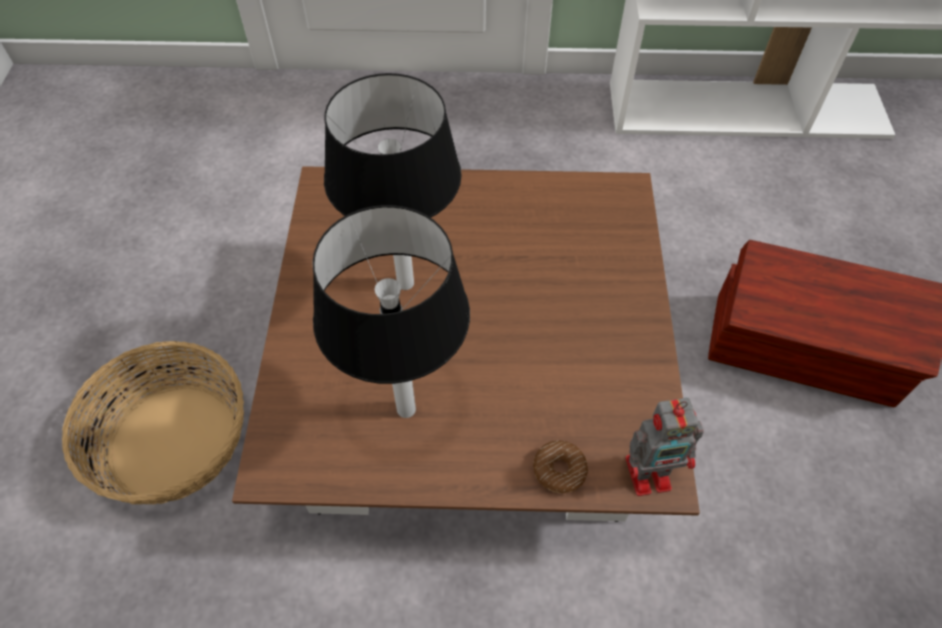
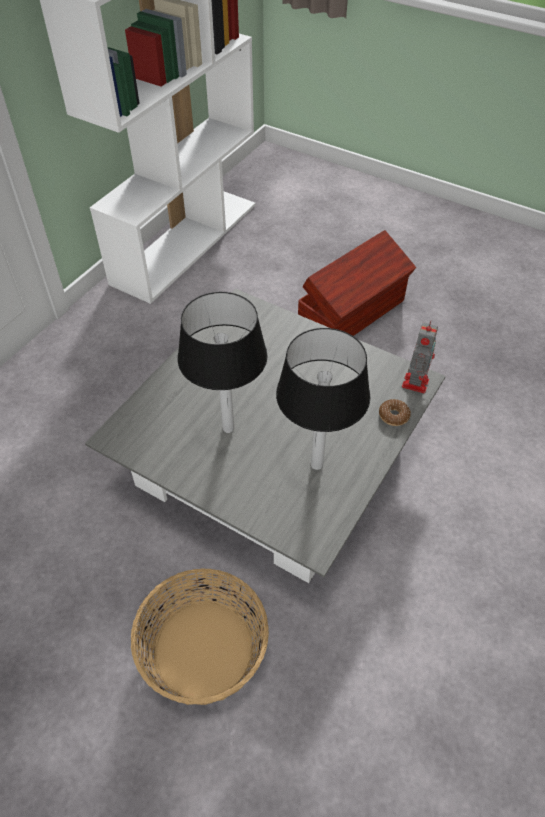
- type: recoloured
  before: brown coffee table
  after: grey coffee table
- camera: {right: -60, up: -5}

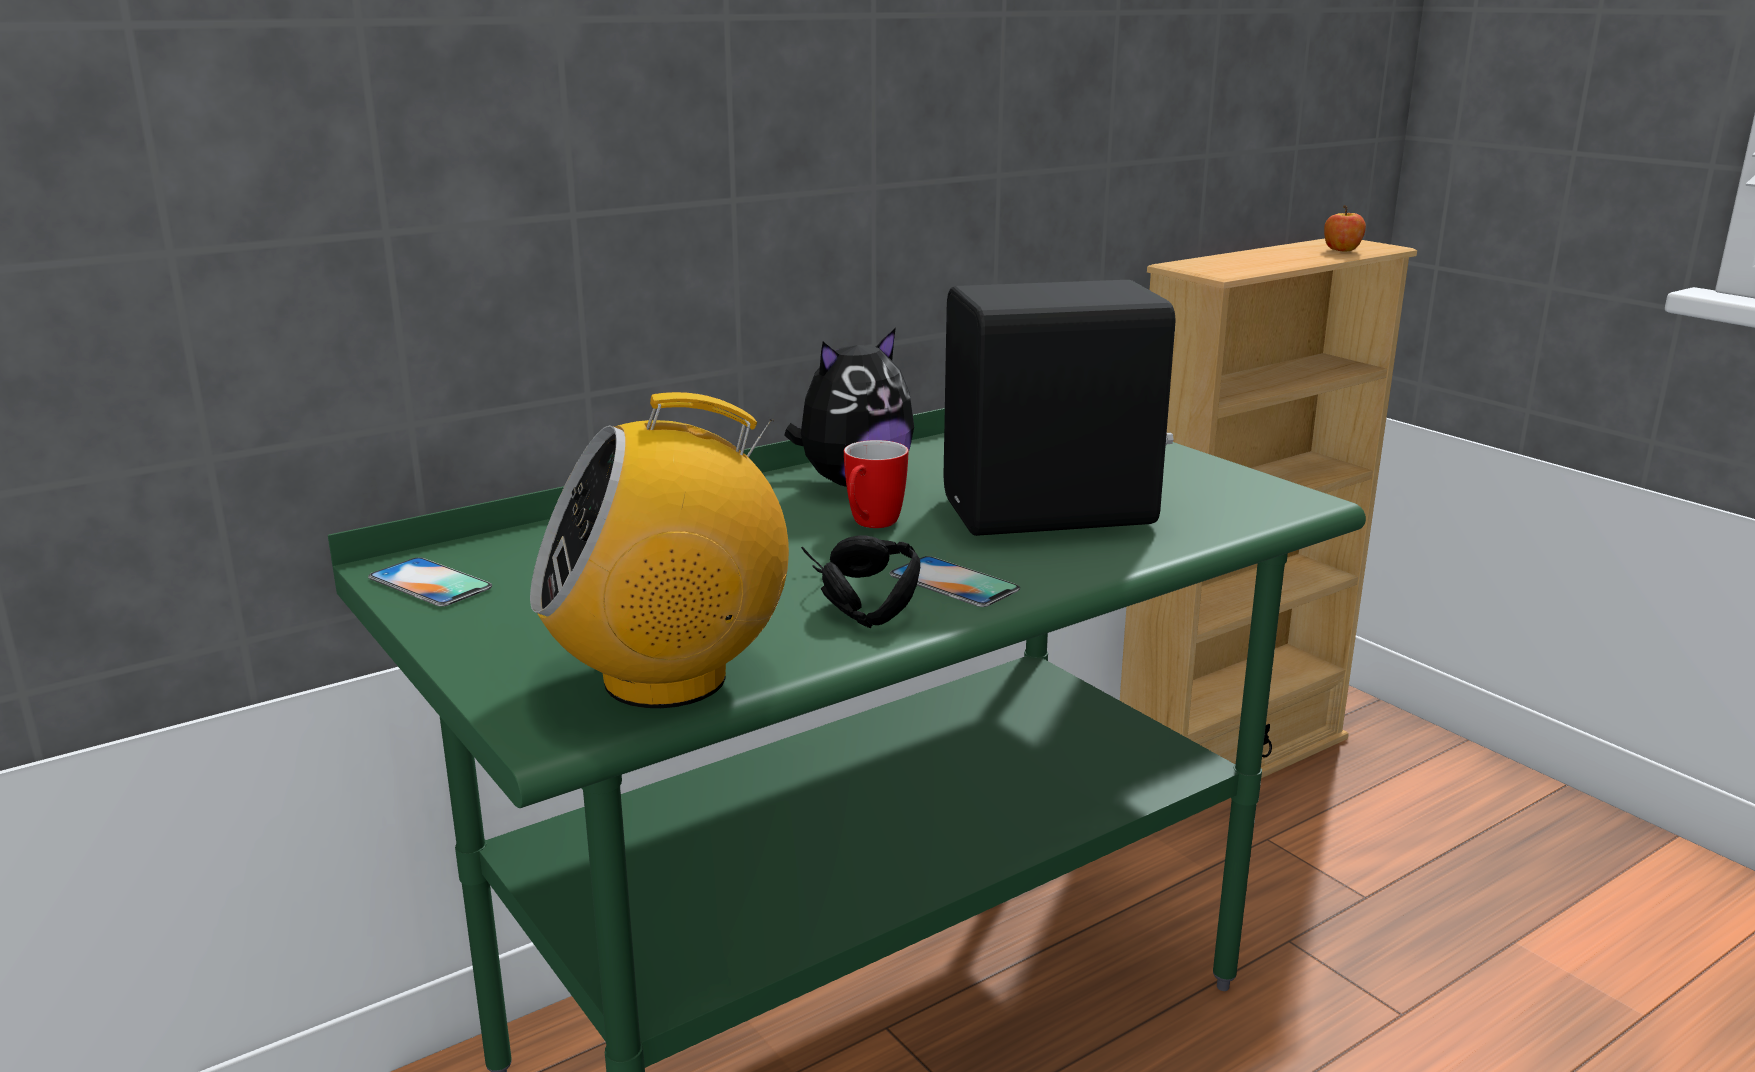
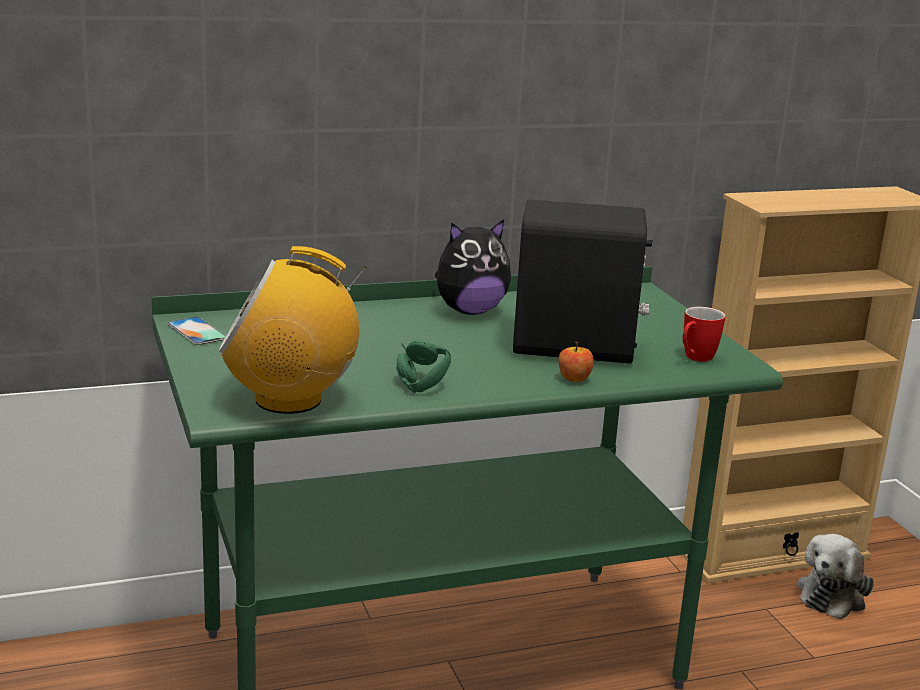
- type: recoloured
  before: black-coloured pair of headphones
  after: greenish pair of headphones
- type: moved
  before: apple
- type: moved
  before: tea mug
- type: added
  after: soft toy (2nd from left)
- type: removed
  before: handset (2nd from left)
- camera: {right: 15, up: 0}

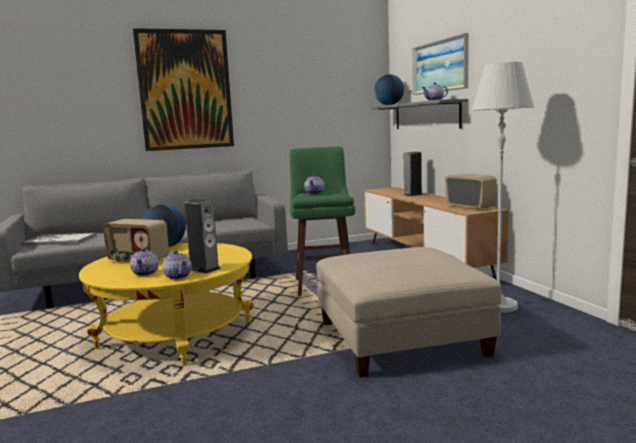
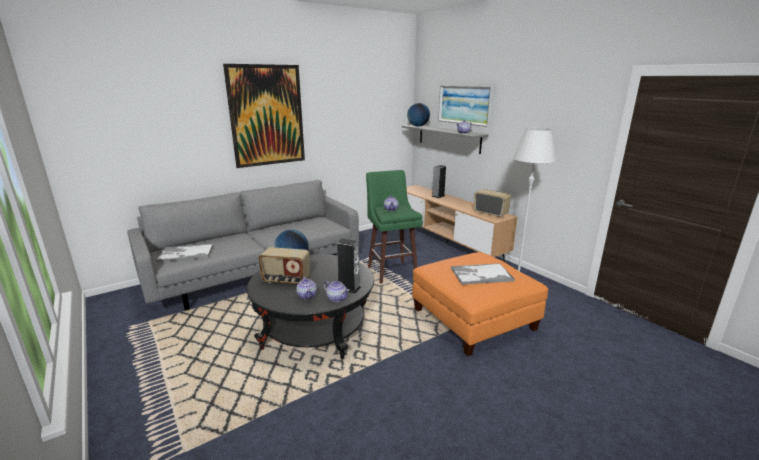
- type: recoloured
  before: yellow coffee table
  after: black-coloured coffee table
- type: recoloured
  before: beige-coloured footrest
  after: orange footrest
- type: added
  after: tray (2nd from left)
- camera: {right: -15, up: 10}

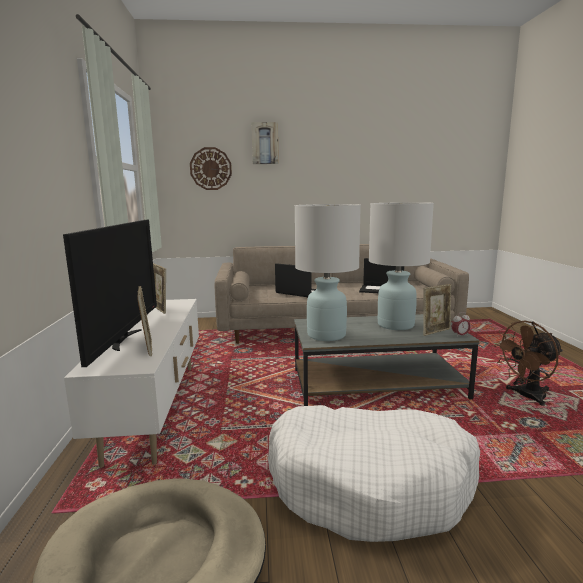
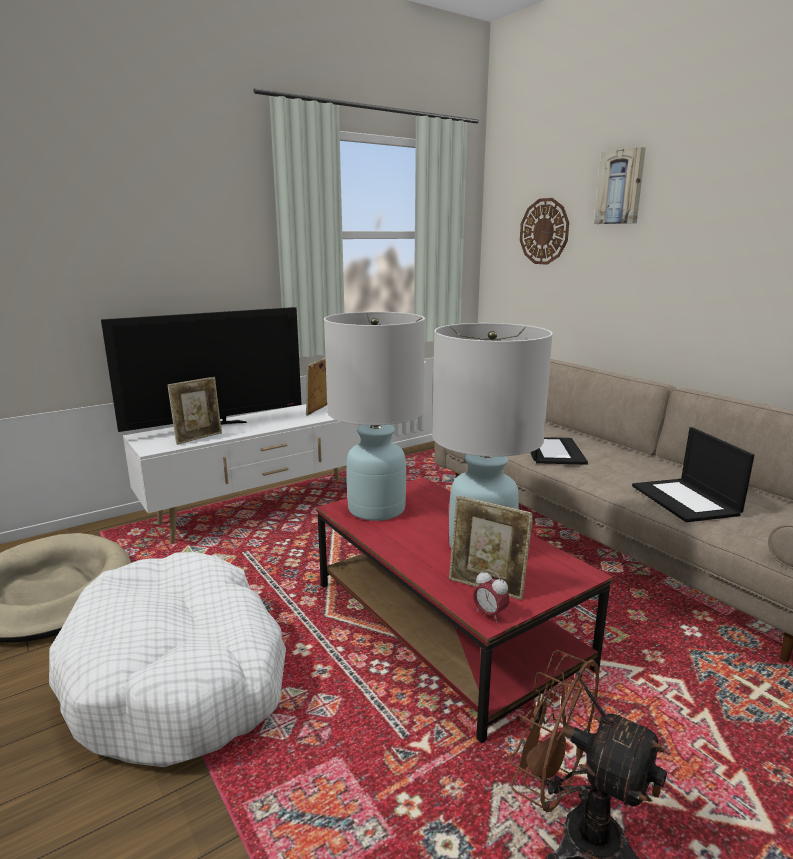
- type: recoloured
  before: grey coffee table
  after: red-coloured coffee table
- camera: {right: 60, up: 5}

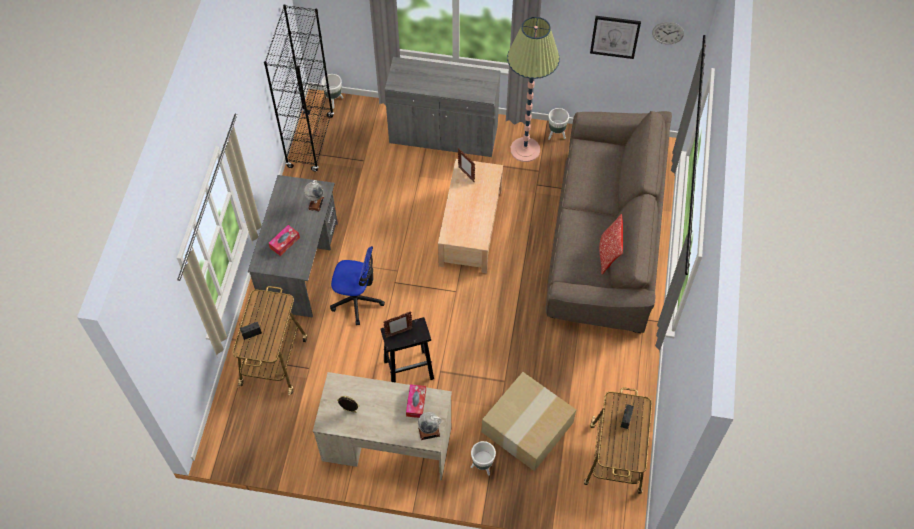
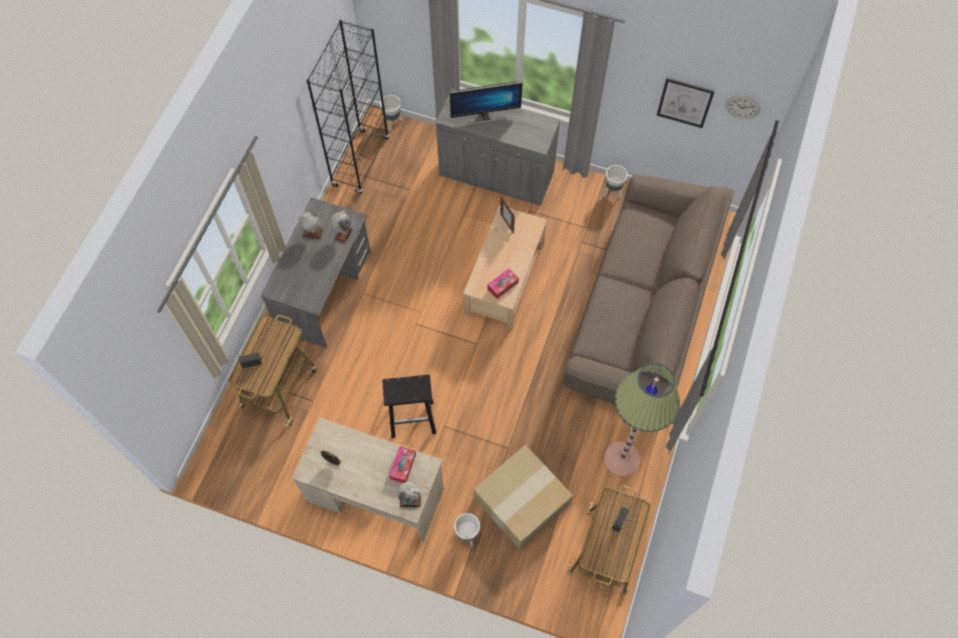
- type: added
  after: globe (1st from left)
- type: added
  after: computer screen
- type: moved
  before: box of tissues (1st from left in the first image)
  after: box of tissues (2nd from left)
- type: moved
  before: standard lamp
- type: removed
  before: office chair
- type: removed
  before: standing frame (2nd from left)
- type: removed
  before: cushion
- camera: {right: 10, up: 5}

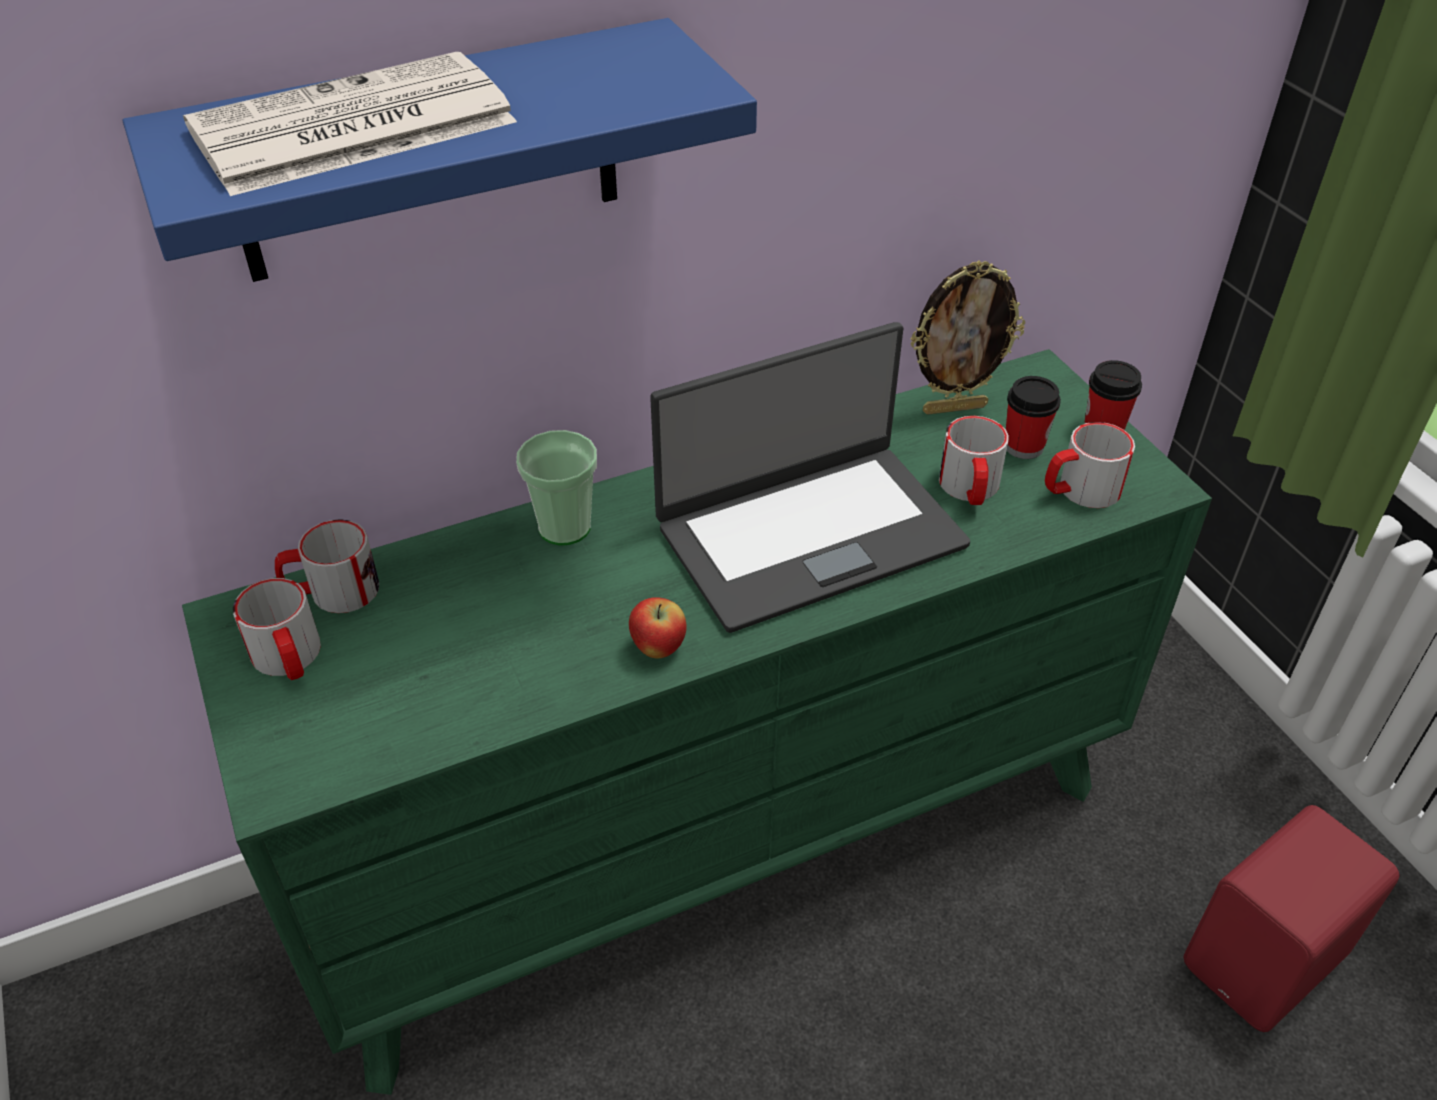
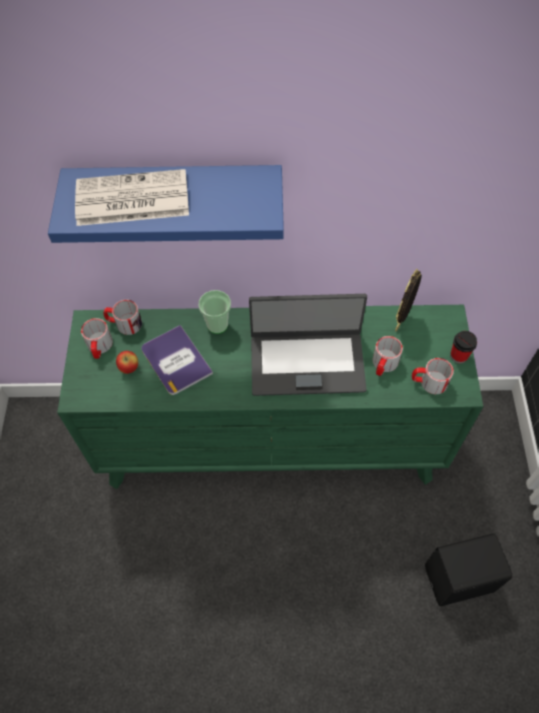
- type: moved
  before: apple
- type: added
  after: volume
- type: turned
  before: standing frame
  turn: 105
- type: recoloured
  before: red-coloured audio speaker
  after: black-coloured audio speaker
- type: removed
  before: small cup (2nd from left)
- camera: {right: 25, up: 15}

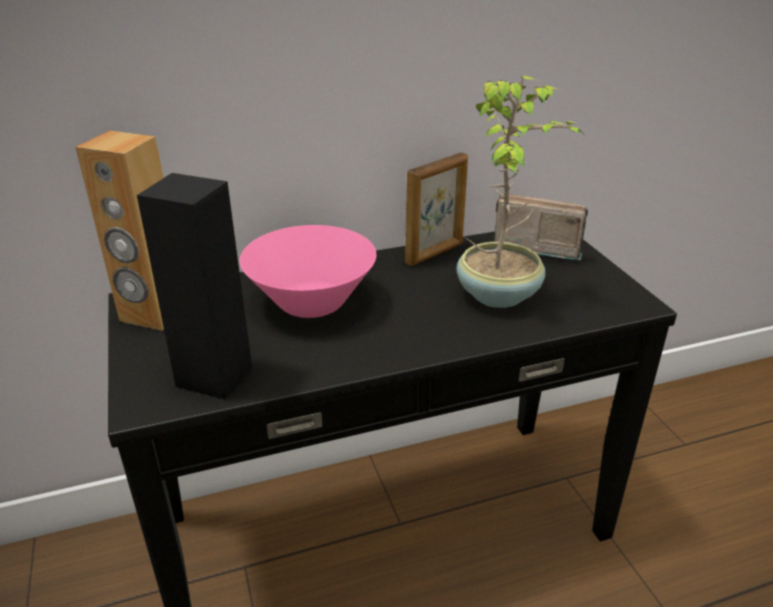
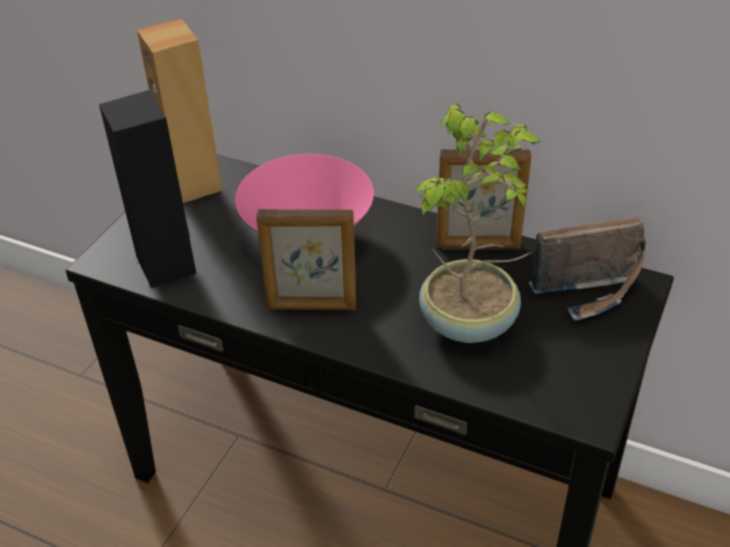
- type: added
  after: standing frame (1st from left)
- type: turned
  before: radio
  turn: 105
- camera: {right: 45, up: 10}

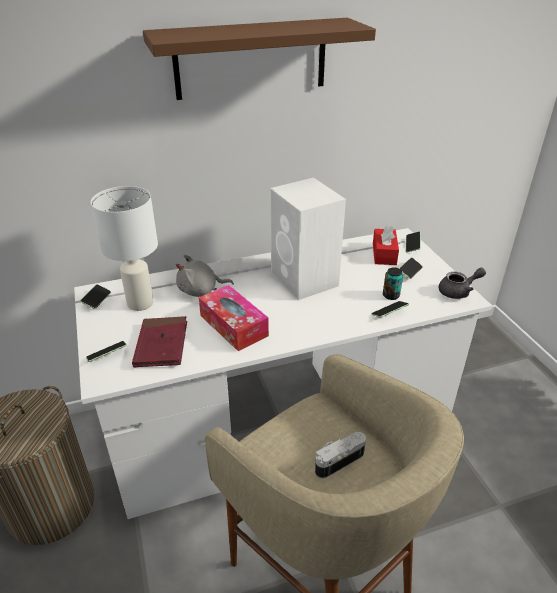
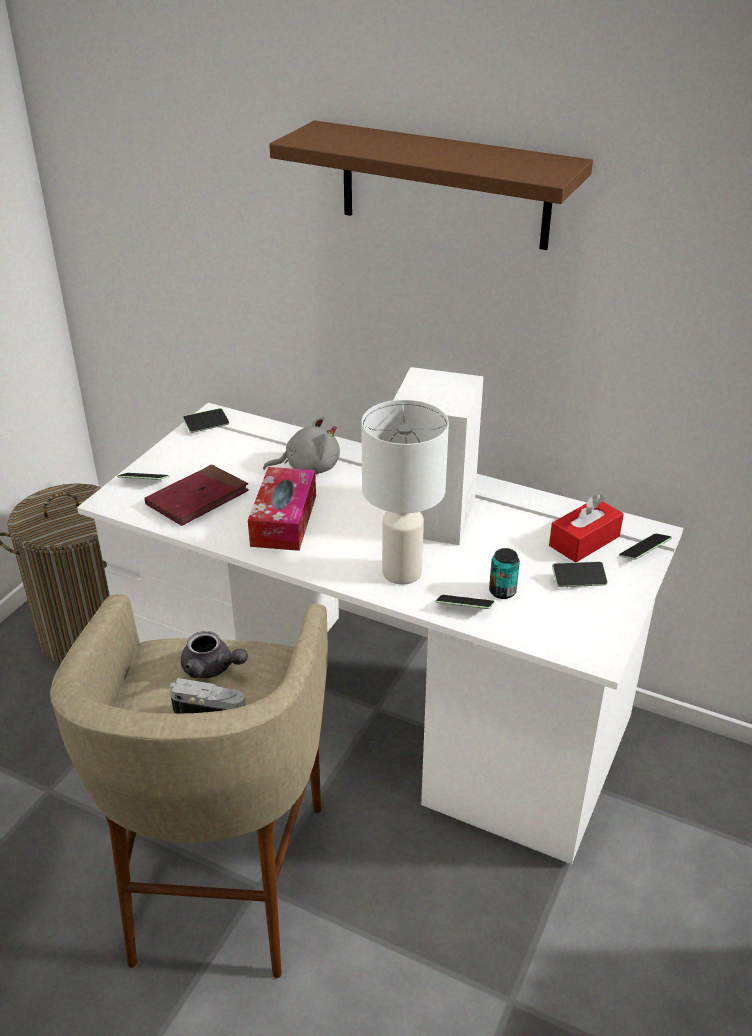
- type: moved
  before: grey tea pot
- type: turned
  before: grey soft toy
  turn: 135
- type: moved
  before: white-coloured table lamp
- camera: {right: 45, up: 0}

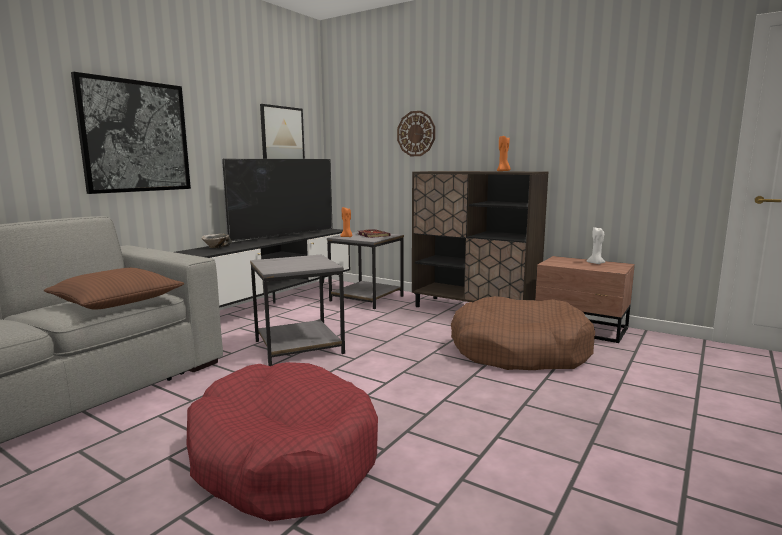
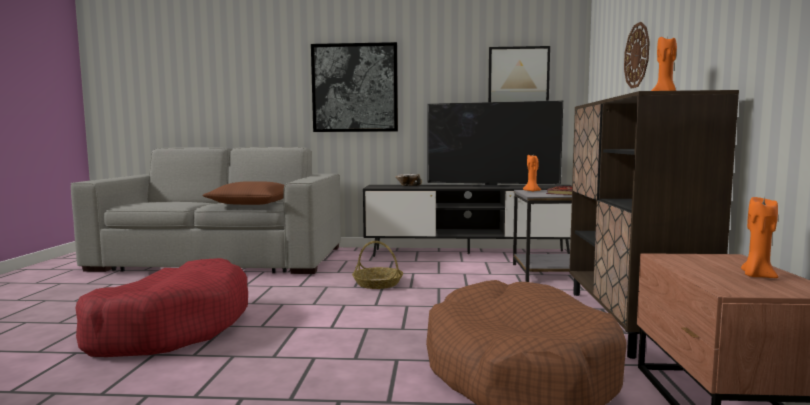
- type: replaced
  before: grey side table (1st from left)
  after: storage basket
- type: recoloured
  before: white-coloured candle
  after: orange candle (3rd from left)
- camera: {right: 60, up: -5}

